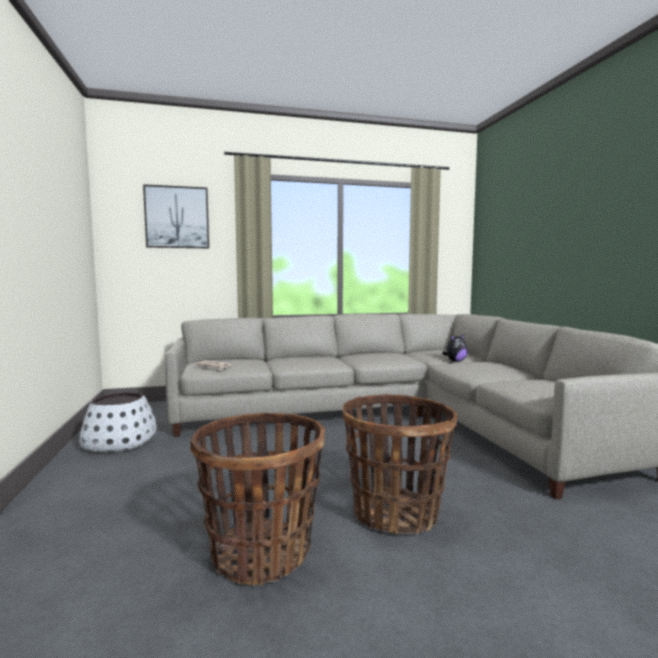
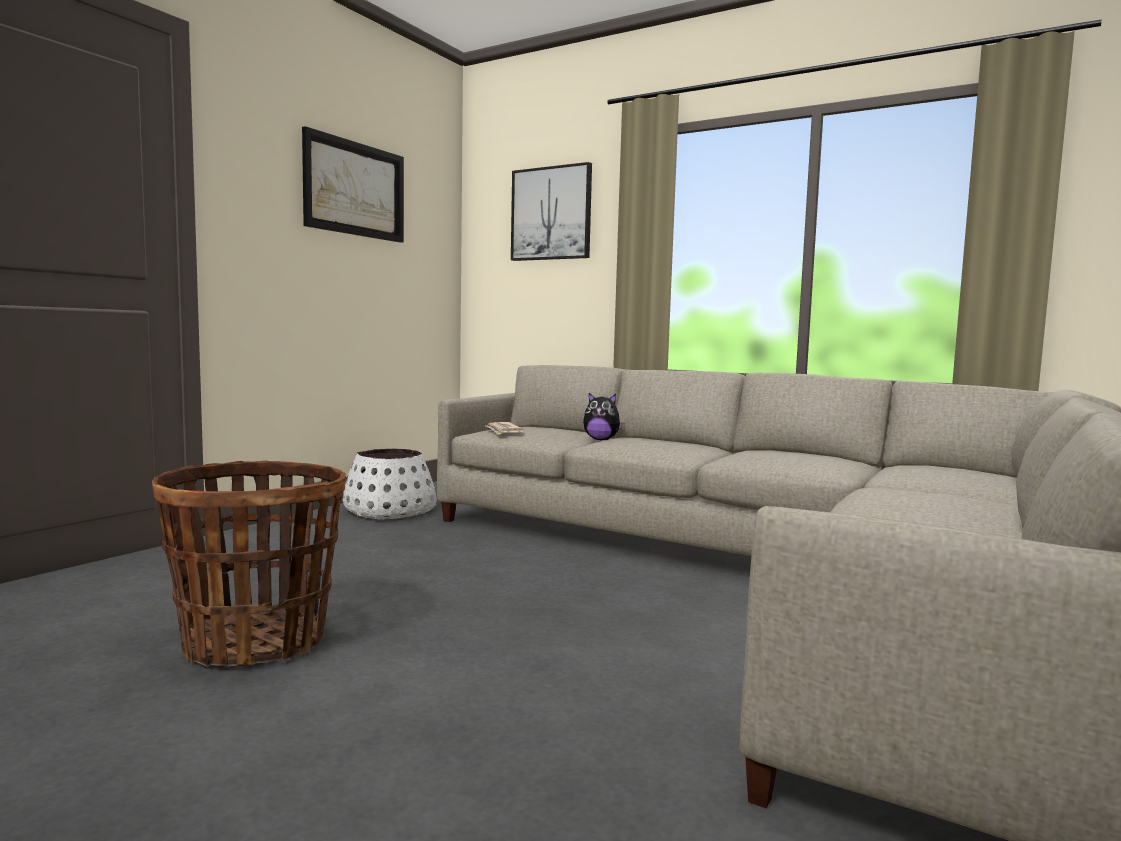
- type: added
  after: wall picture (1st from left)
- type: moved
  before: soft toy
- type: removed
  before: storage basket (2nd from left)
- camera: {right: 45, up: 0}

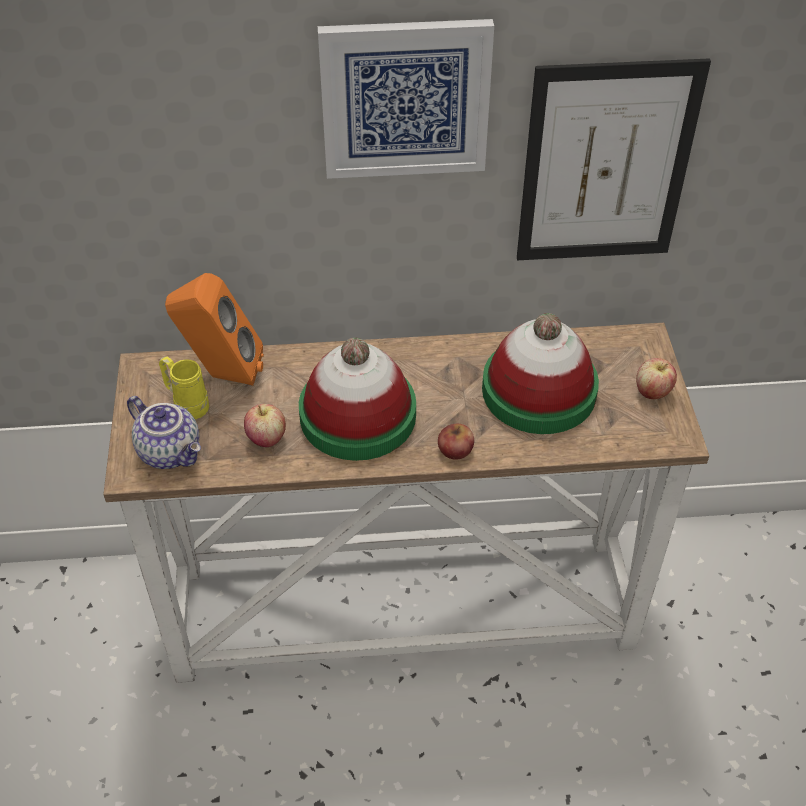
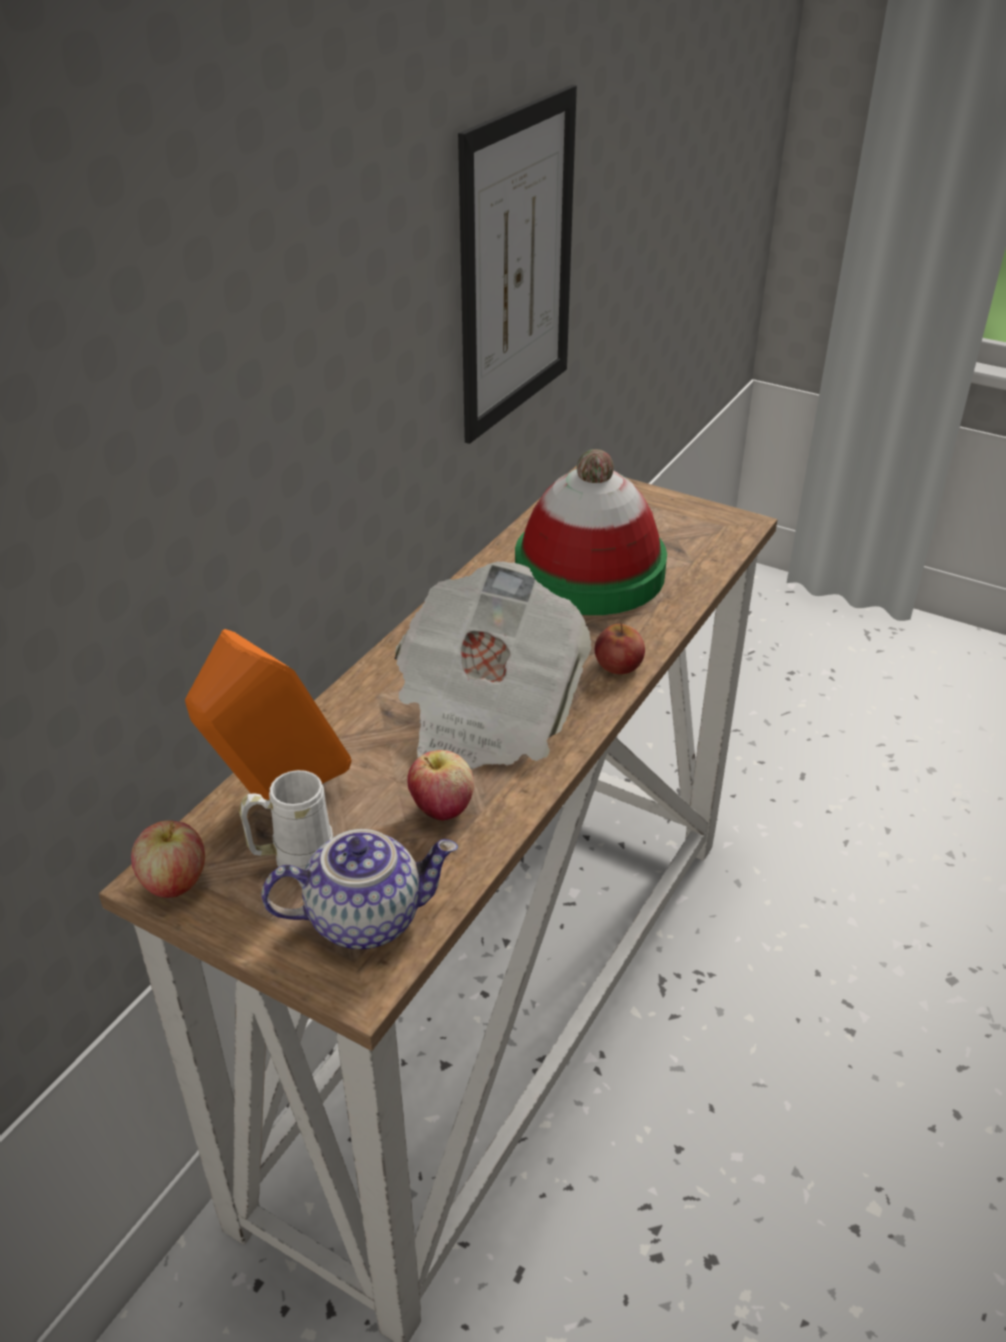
- type: moved
  before: apple (3rd from left in the first image)
  after: apple (1st from left)
- type: recoloured
  before: yellow tea mug
  after: white-coloured tea mug
- type: replaced
  before: clothing hat (1st from left)
  after: printed paper
- type: removed
  before: wall picture (1st from left)
- camera: {right: -55, up: -10}

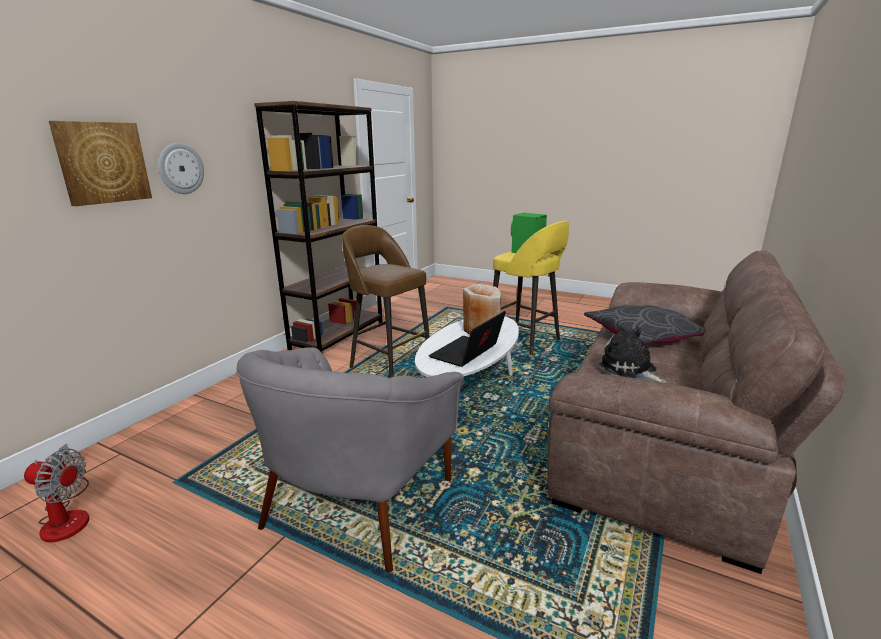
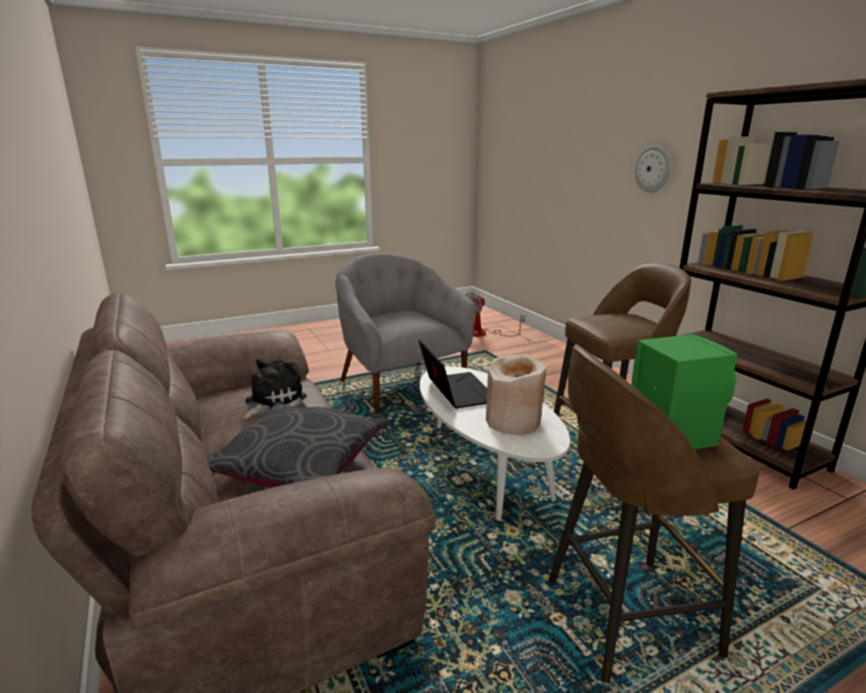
- type: turned
  before: soft toy
  turn: -60
- type: recoloured
  before: yellow sitting stool
  after: brown sitting stool (2nd from left)
- type: removed
  before: wall picture
- camera: {right: 125, up: 0}

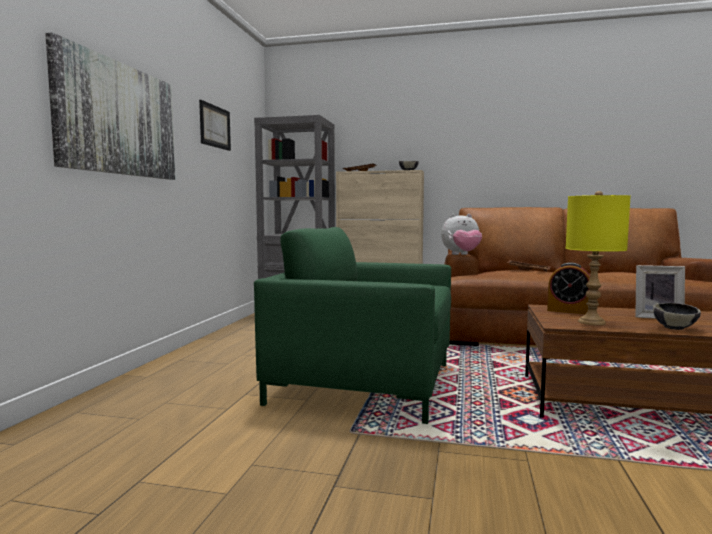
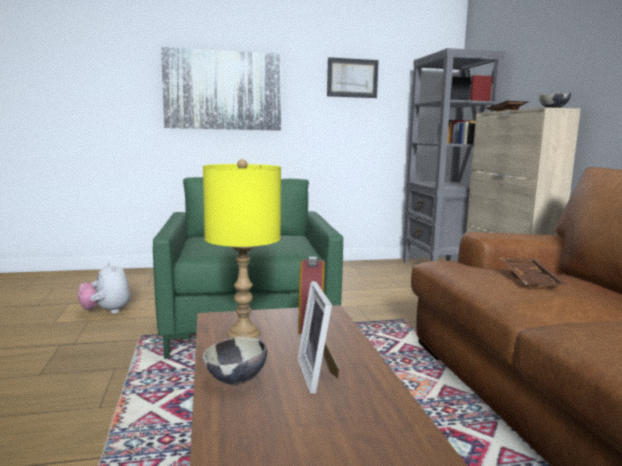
- type: moved
  before: soft toy
- camera: {right: 65, up: 5}

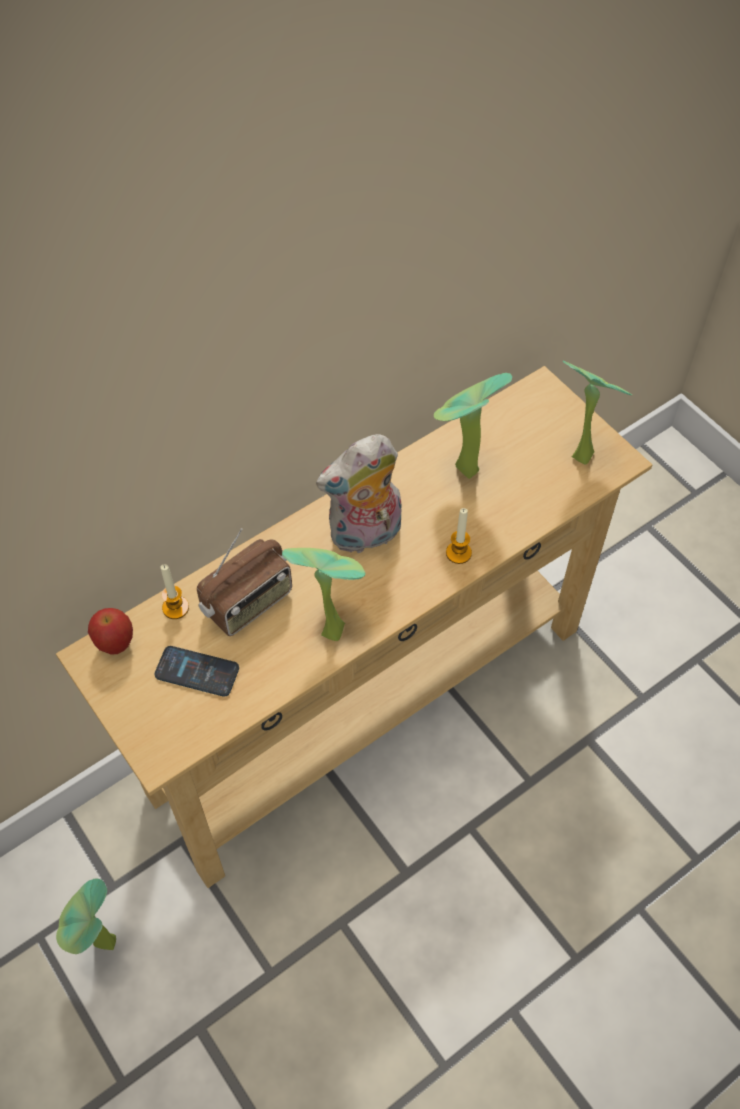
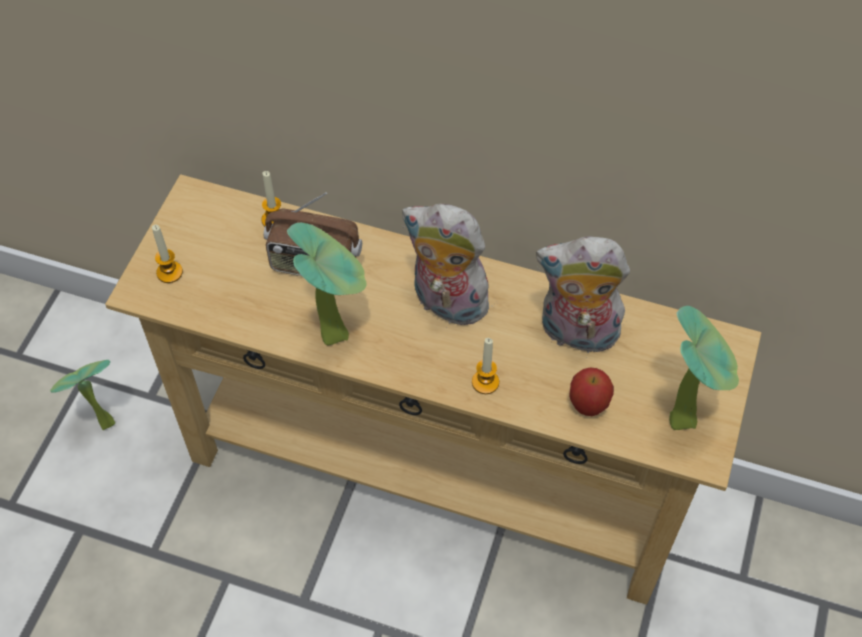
- type: added
  after: candle (1st from left)
- type: replaced
  before: houseplant (3rd from left)
  after: soft toy (2nd from left)
- type: moved
  before: apple
- type: removed
  before: handset
- camera: {right: 55, up: 0}

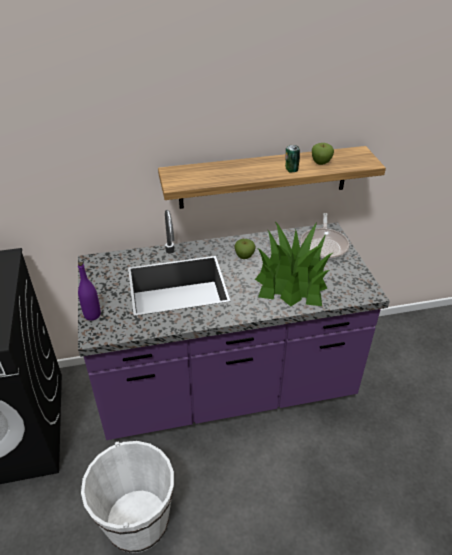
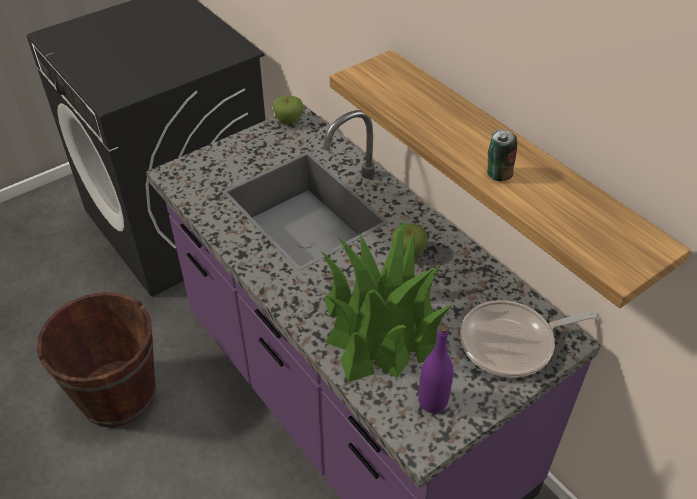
- type: recoloured
  before: white-coloured pail
  after: brown pail
- type: moved
  before: apple (2nd from left in the first image)
  after: apple (1st from left)
- type: moved
  before: purple-coloured beverage bottle
- camera: {right: 65, up: 5}

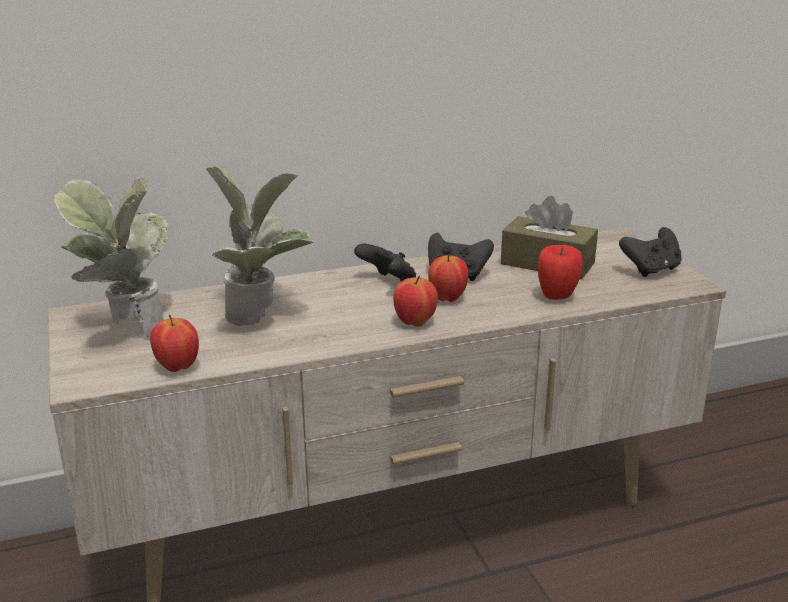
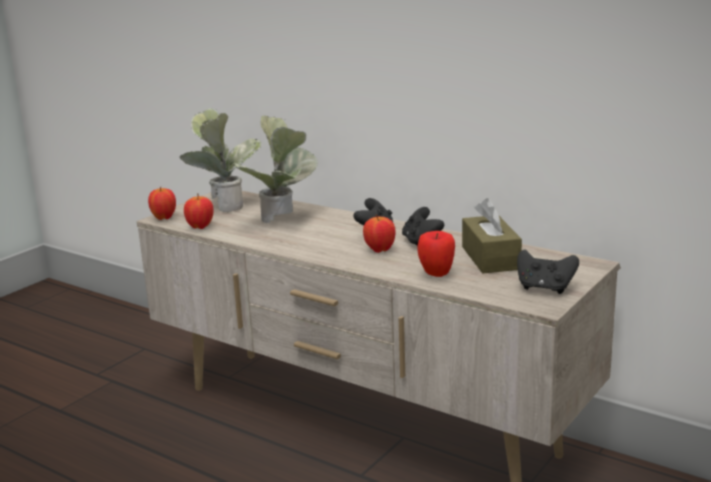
- type: moved
  before: apple (2nd from left in the first image)
  after: apple (1st from left)
- camera: {right: 55, up: -5}

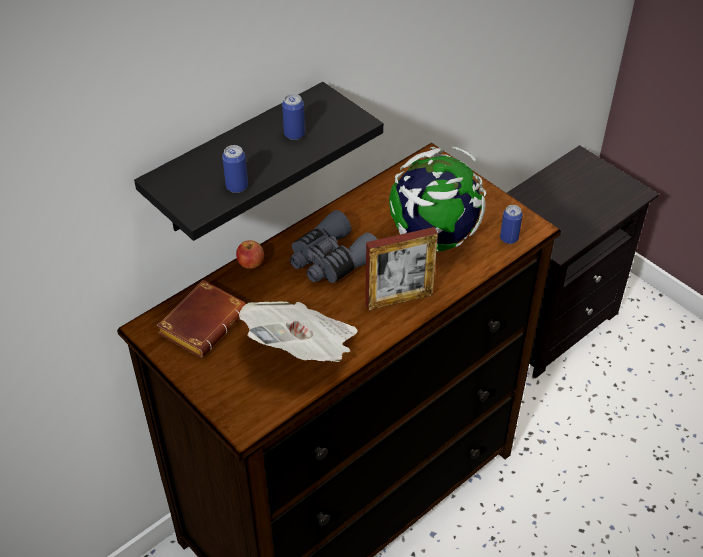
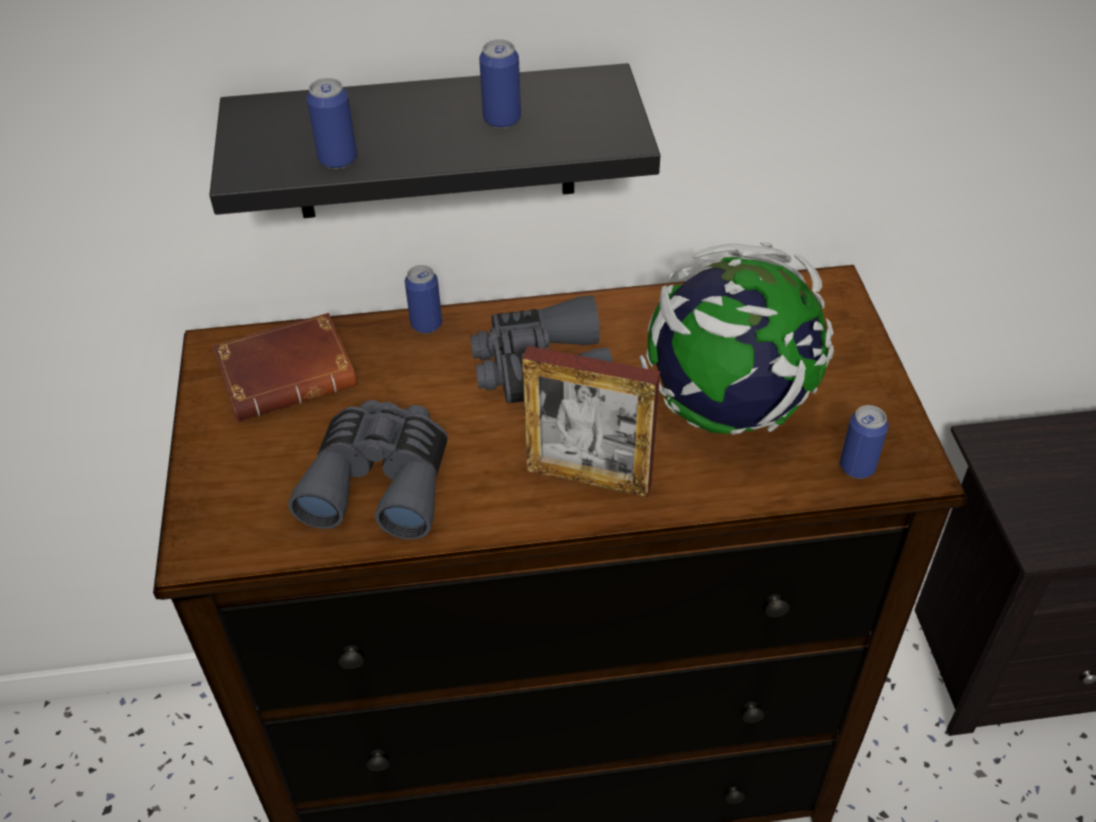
- type: replaced
  before: printed paper
  after: grey pair of binoculars (1st from left)
- type: replaced
  before: apple
  after: can (2nd from left)
- camera: {right: 35, up: 0}

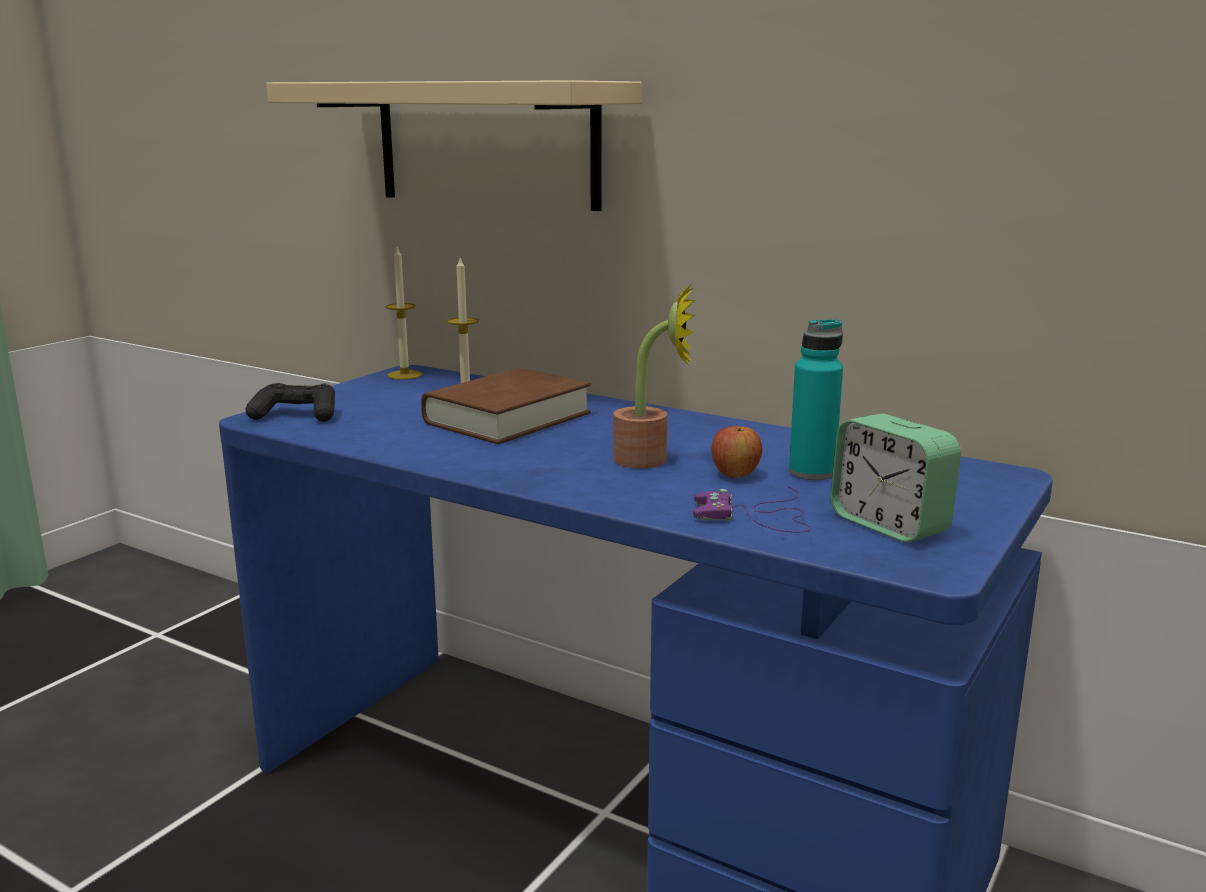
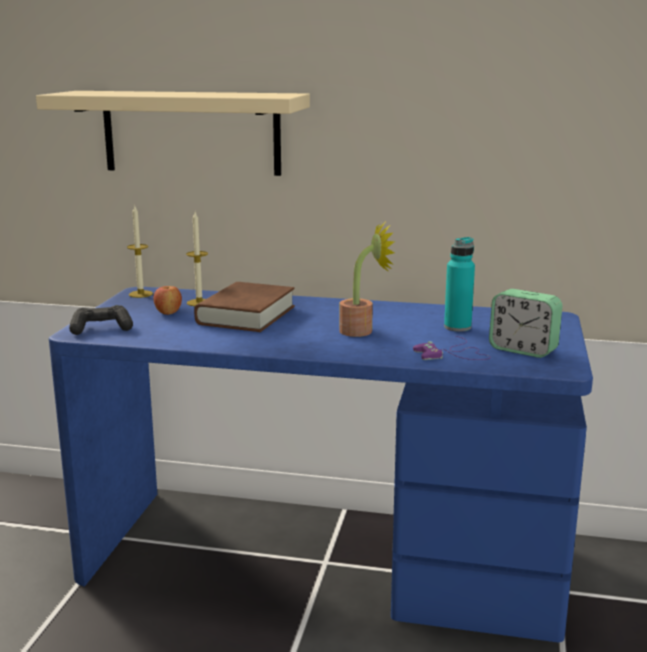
- type: moved
  before: apple
- camera: {right: -20, up: 0}

